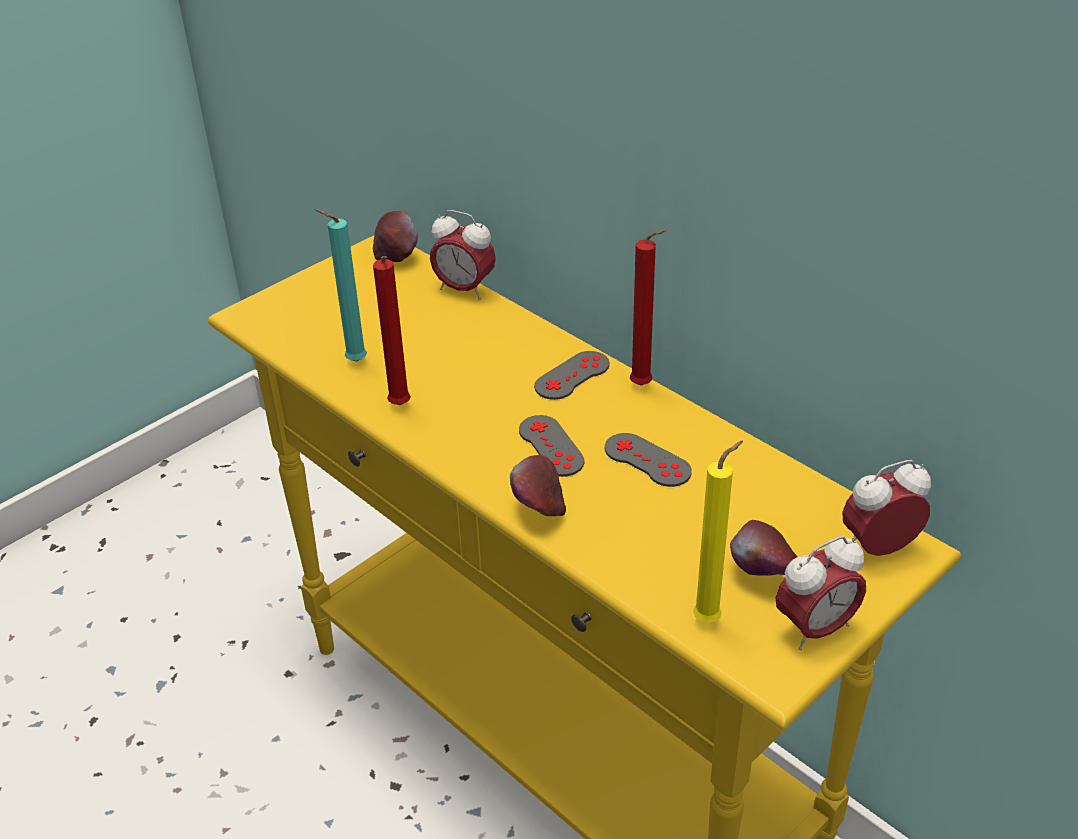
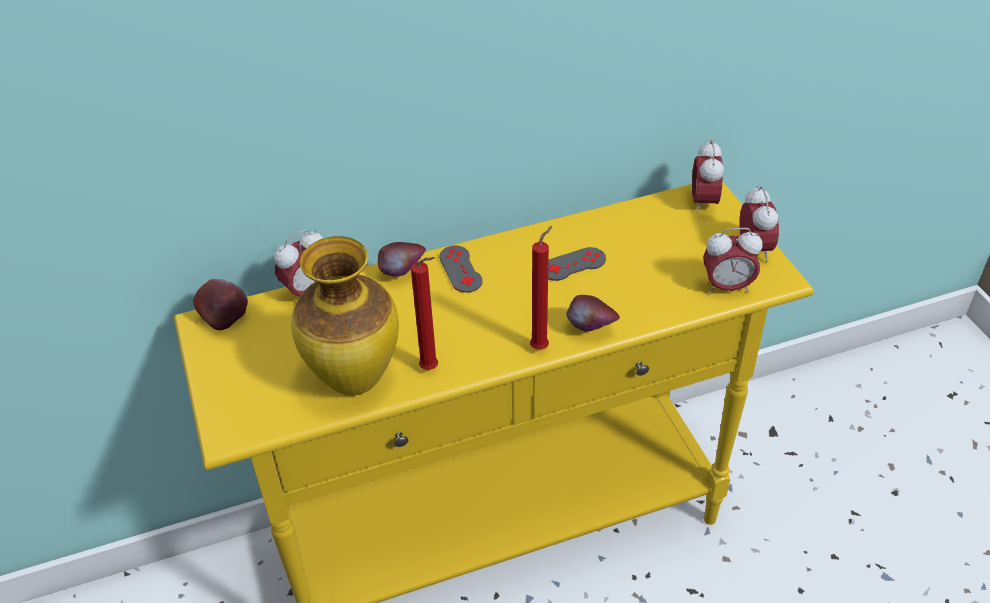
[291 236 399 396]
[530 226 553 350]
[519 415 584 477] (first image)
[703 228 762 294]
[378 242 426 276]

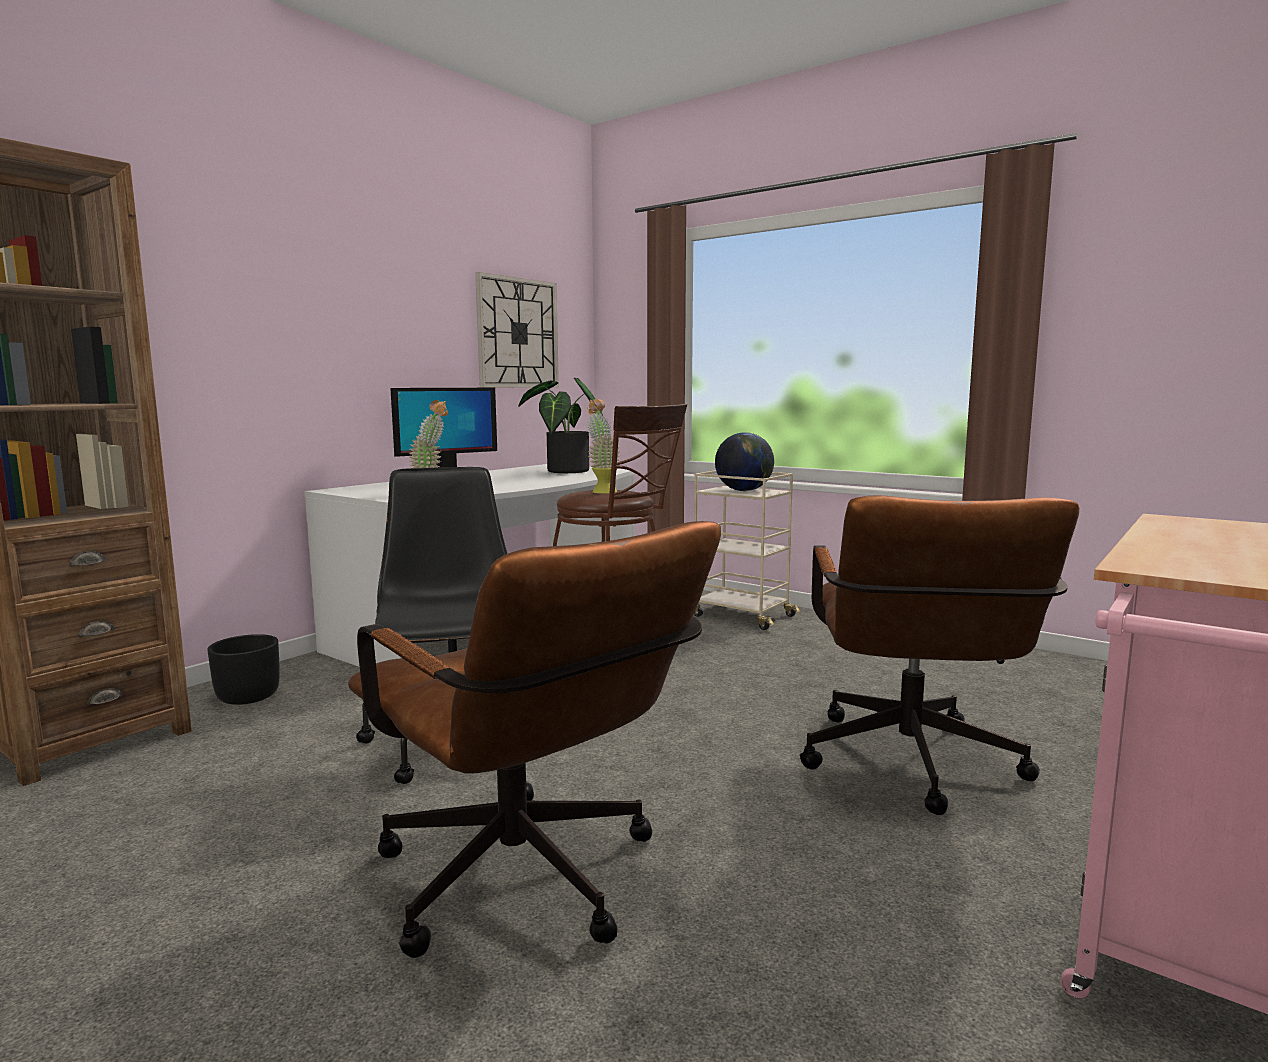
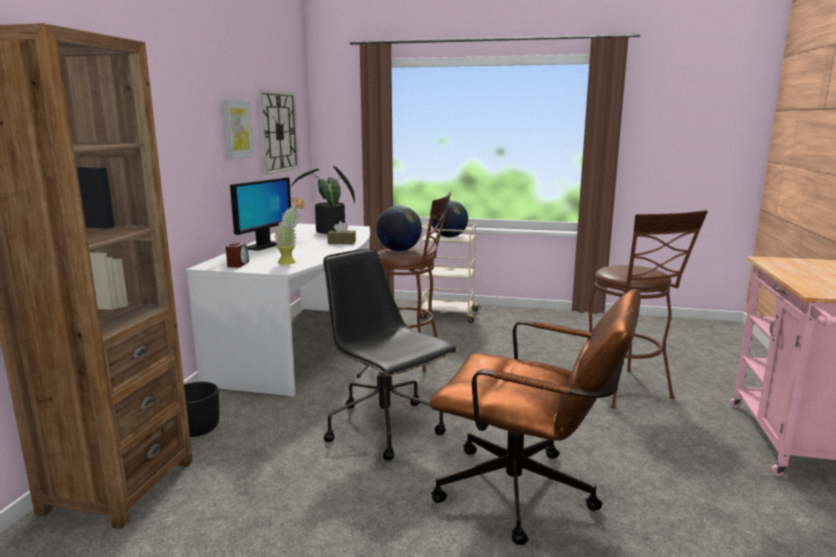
[376 206 422 251]
[587 210 708 409]
[222 99 254 160]
[327 221 356 244]
[226 242 249 268]

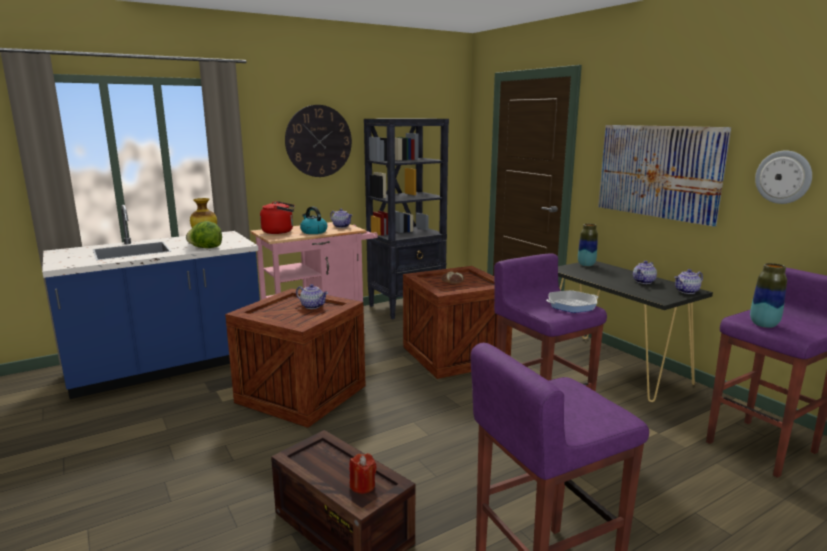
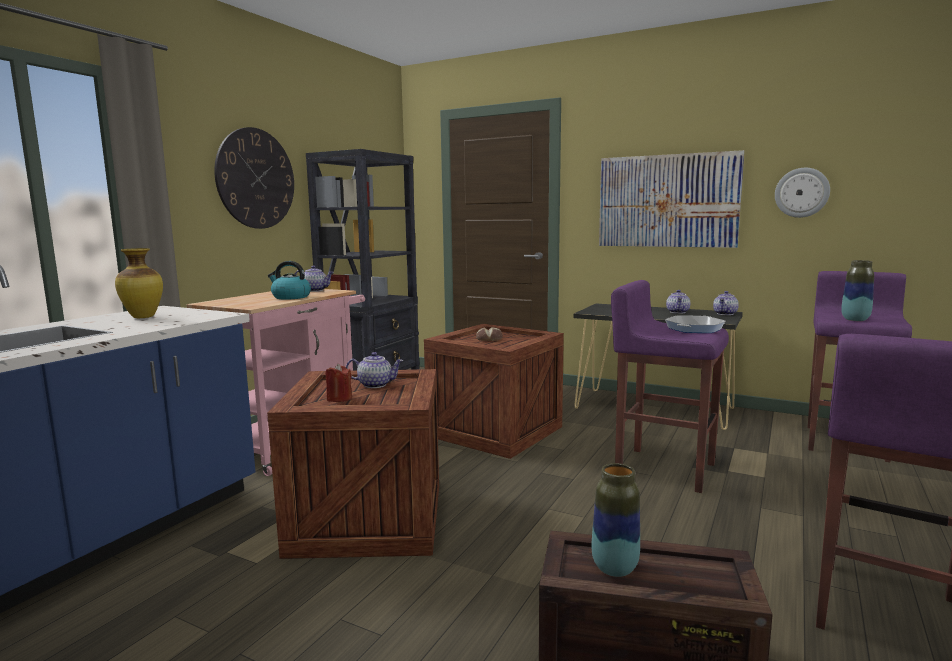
[260 201 295 234] (first image)
[186 221 222 248] (first image)
[592 463 640 577]
[325 364 352 402]

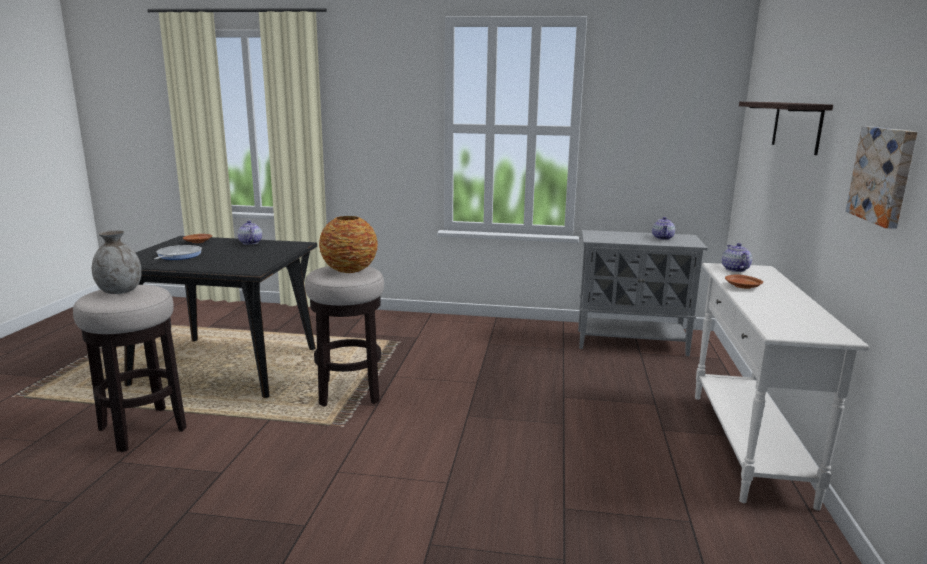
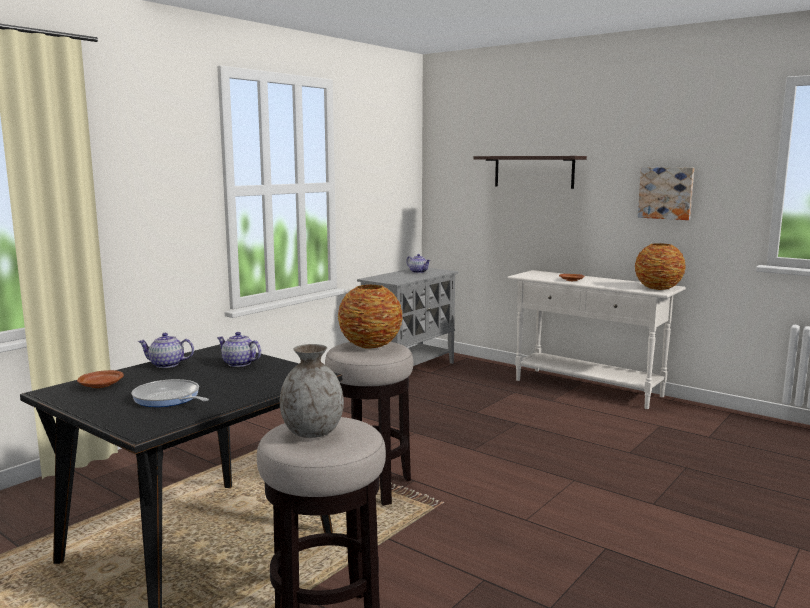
[217 332 261 367]
[635 243 686 290]

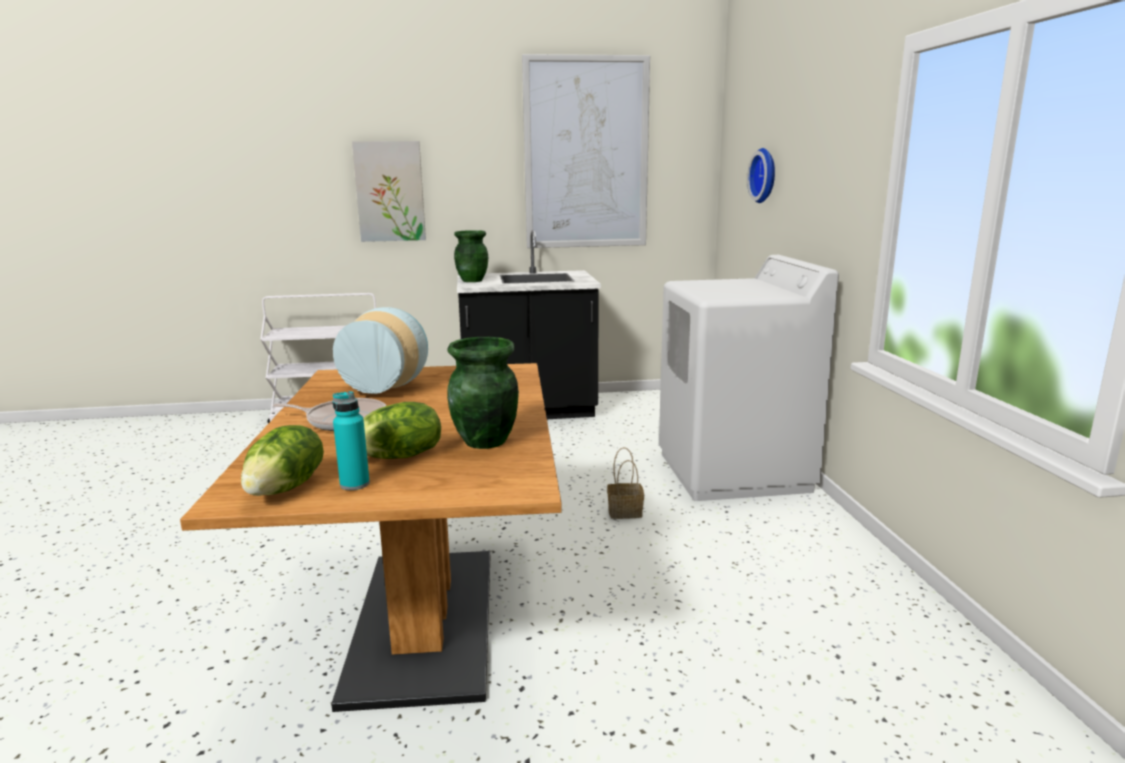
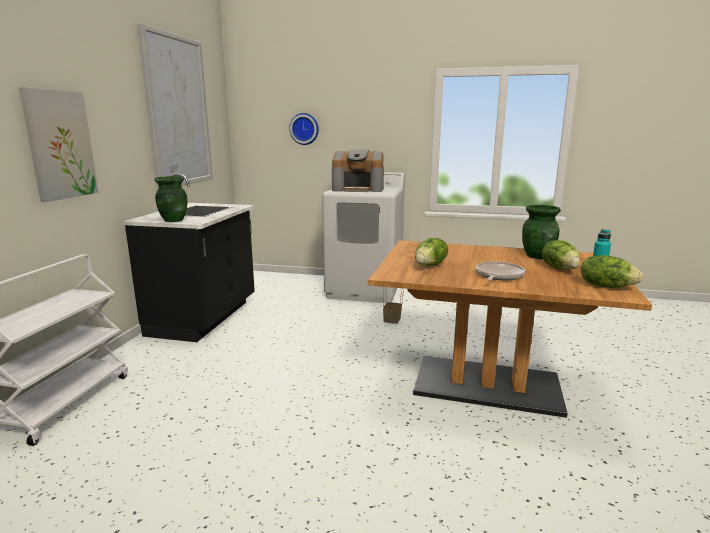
[415 238 448 266]
[332 150 384 192]

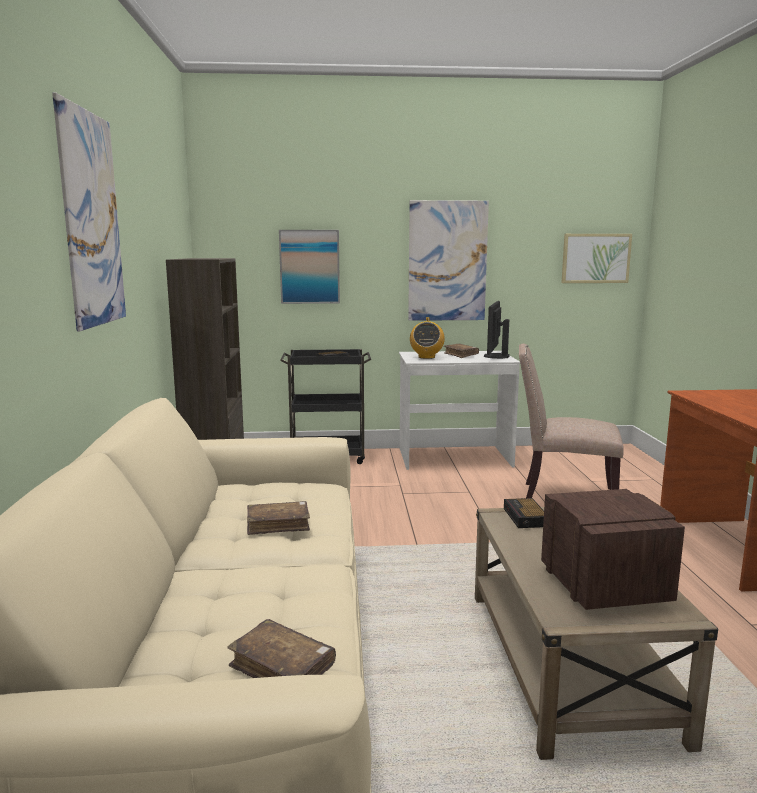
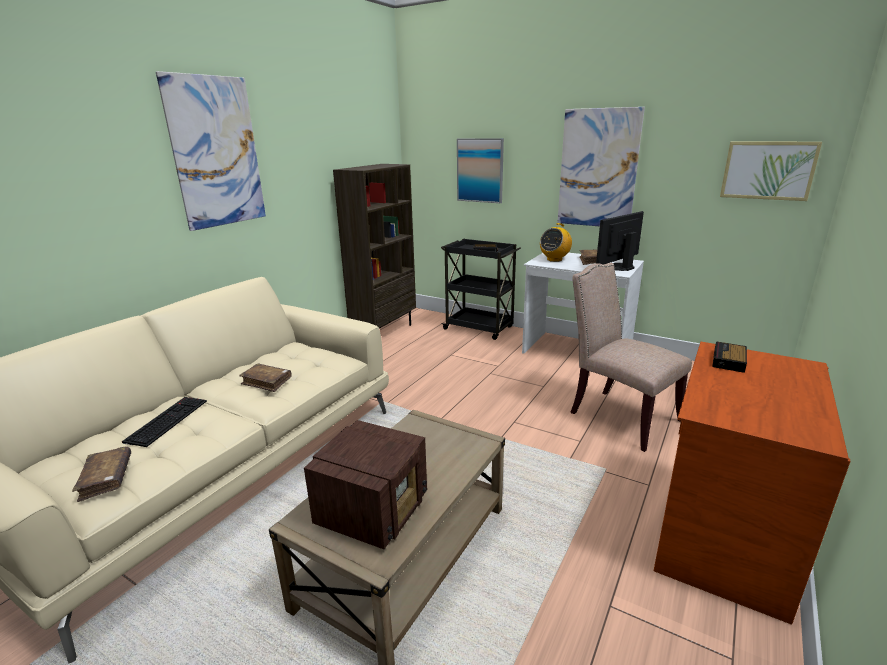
[712 341 747 373]
[122 397 207 447]

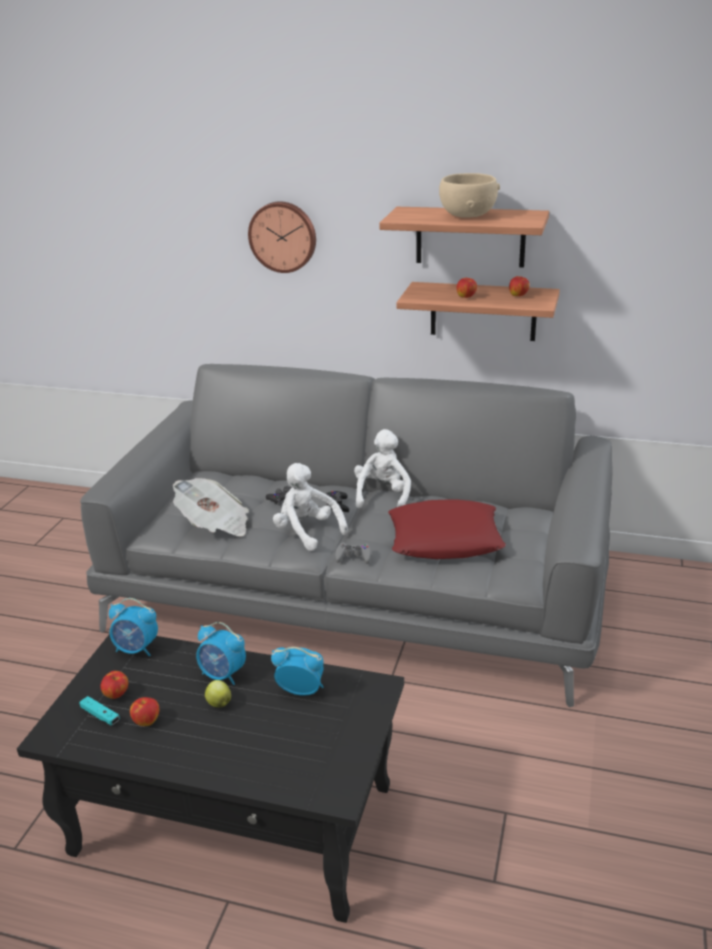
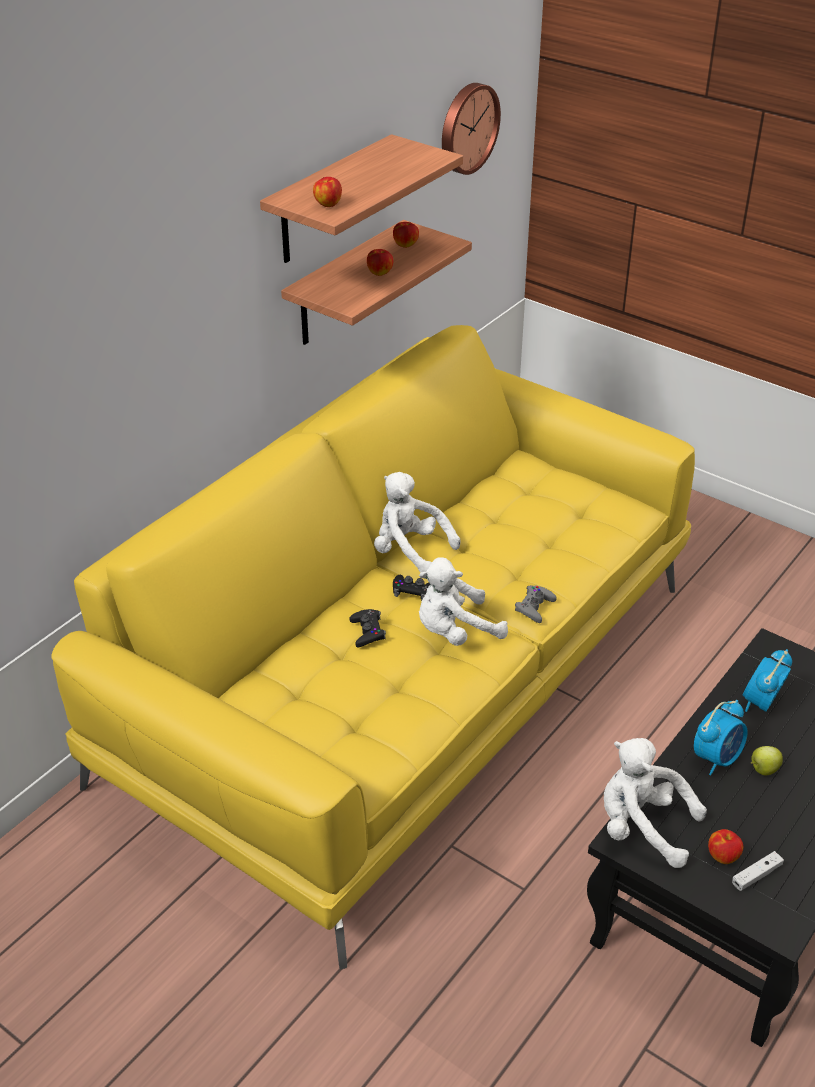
[439 173 500 218] (first image)
[442 83 501 175]
[51 325 695 970]
[173 478 249 536] (first image)
[388 499 506 559] (first image)
[604 738 707 868]
[732 851 784 891]
[313 177 342 207]

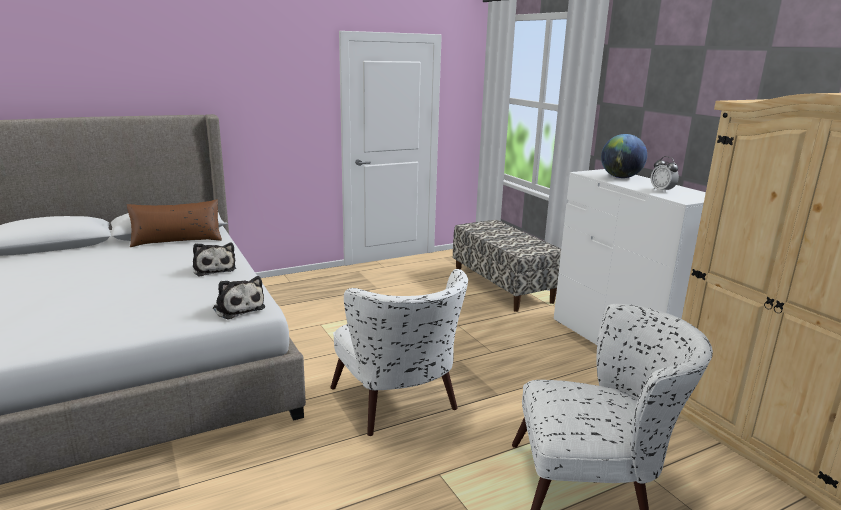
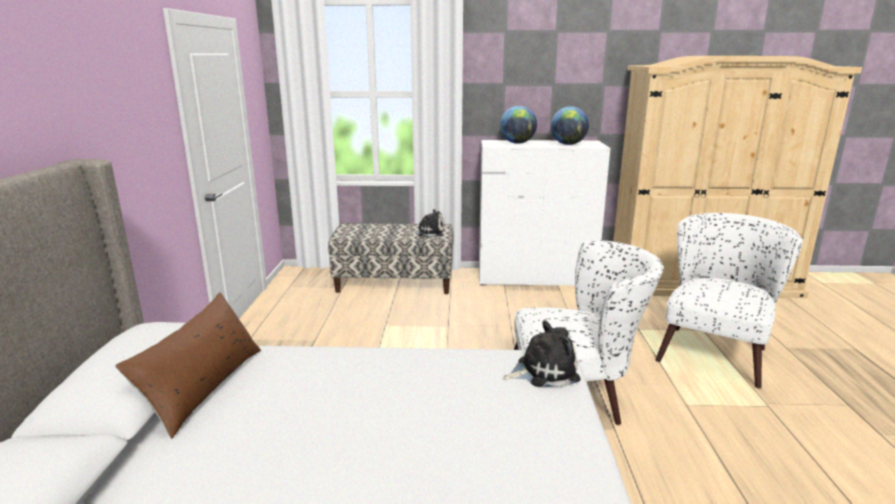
[551 106 589 145]
[408 209 444 237]

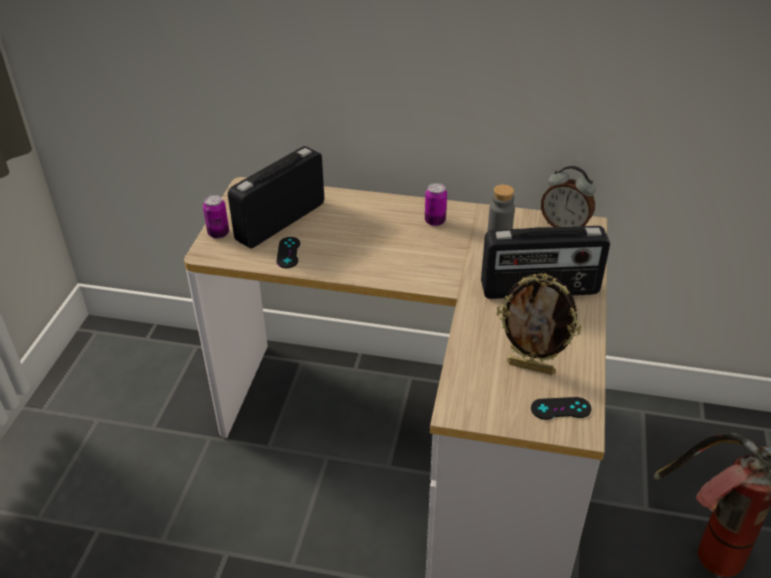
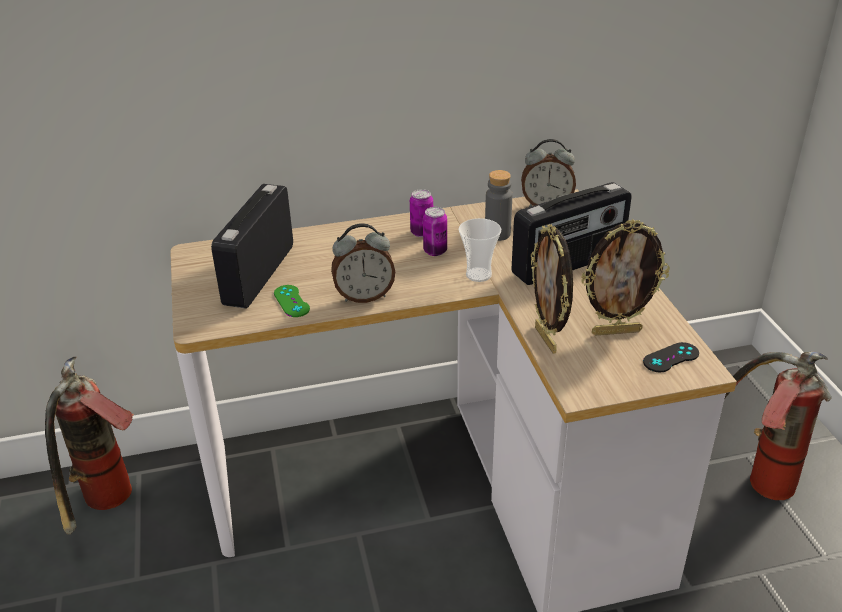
[423 207 447 256]
[274 285 310 317]
[458 218 501 282]
[331 223 395 303]
[531 224 573 354]
[45 357 134 535]

